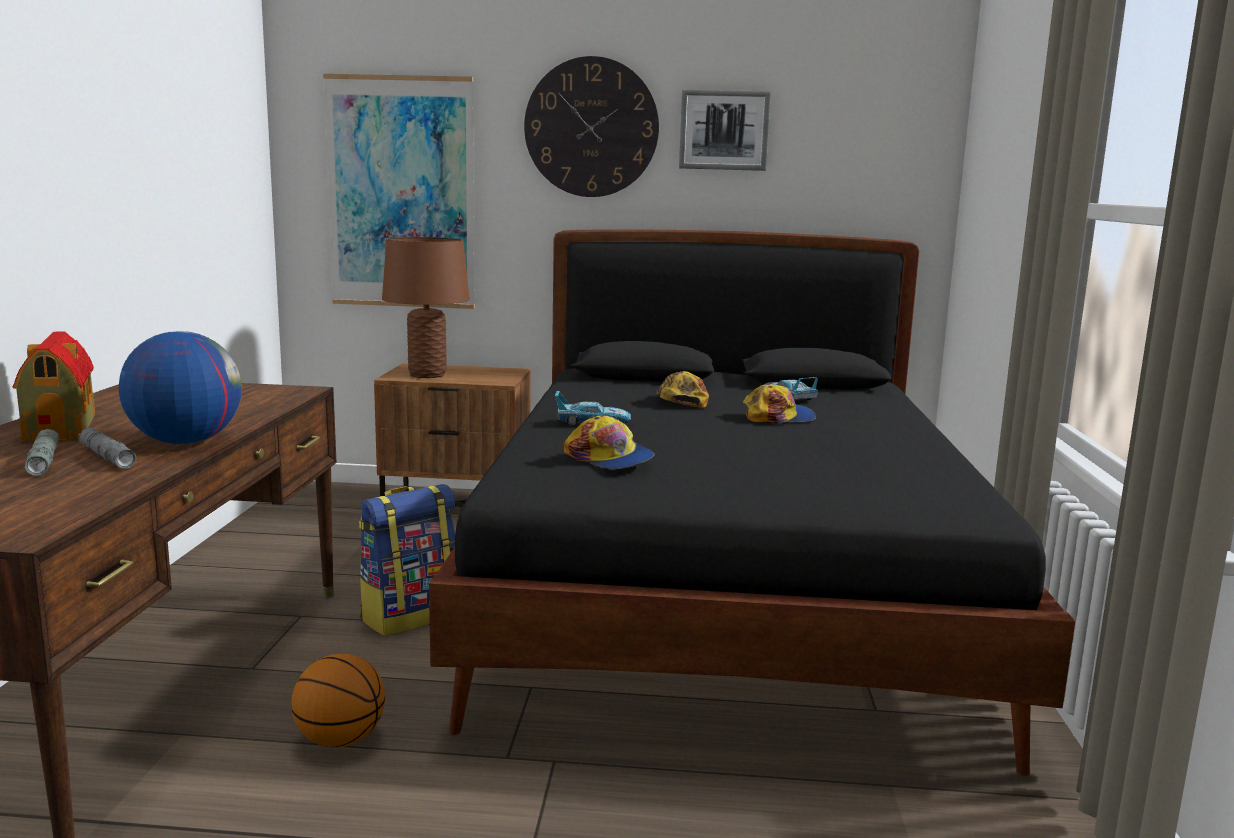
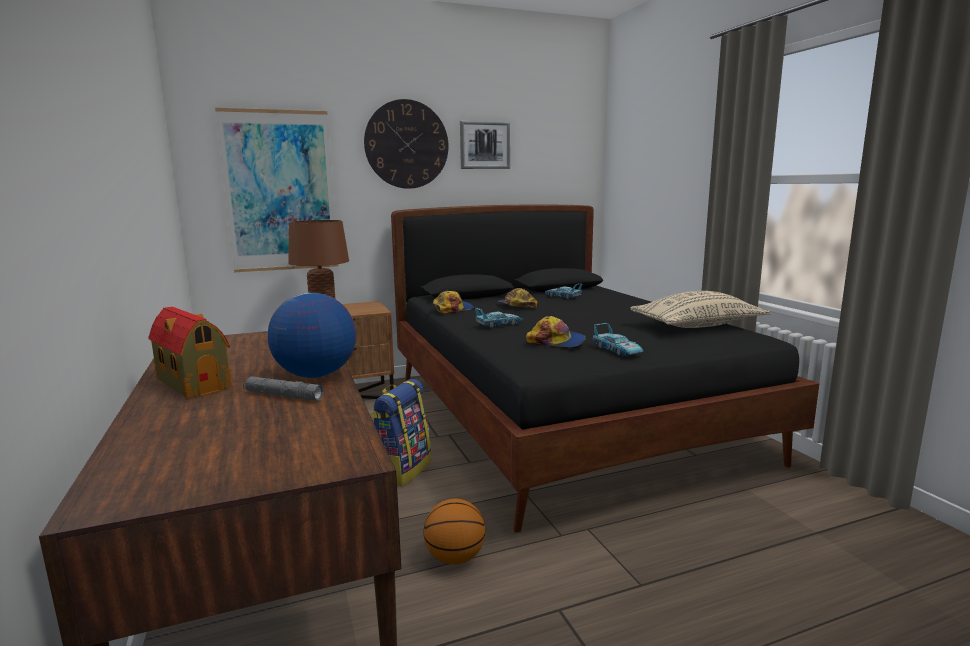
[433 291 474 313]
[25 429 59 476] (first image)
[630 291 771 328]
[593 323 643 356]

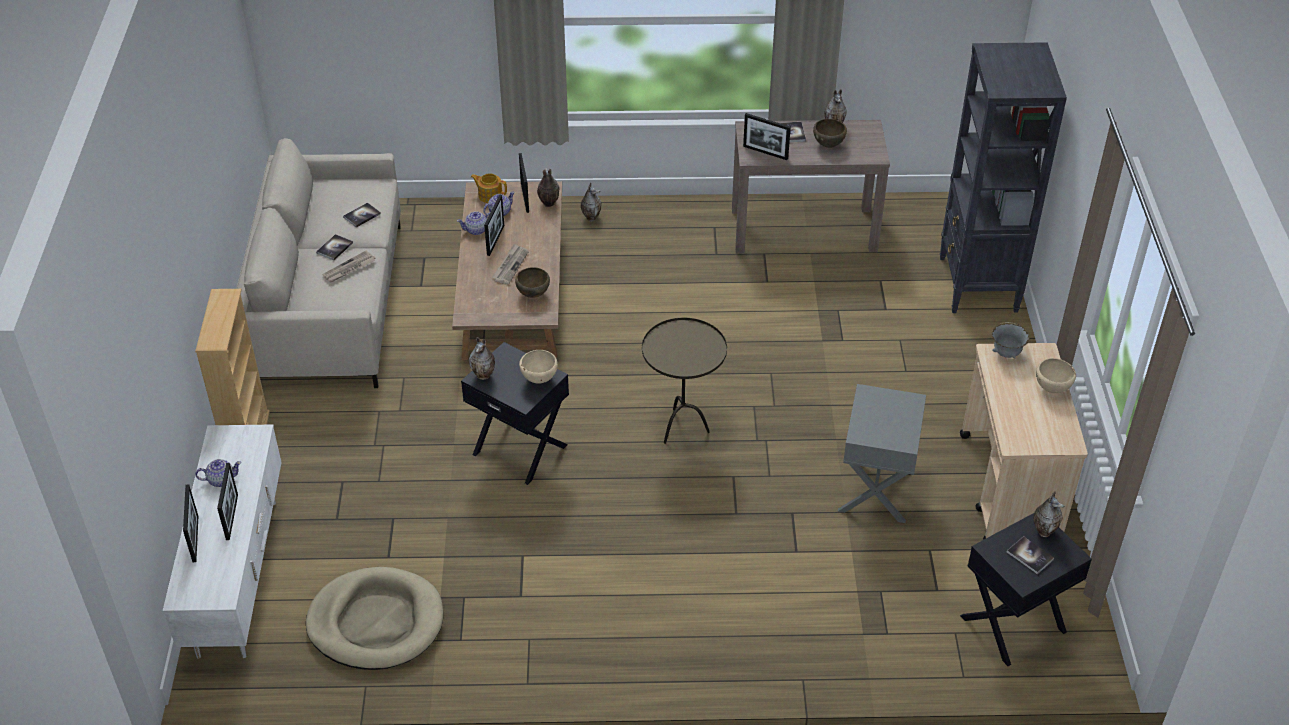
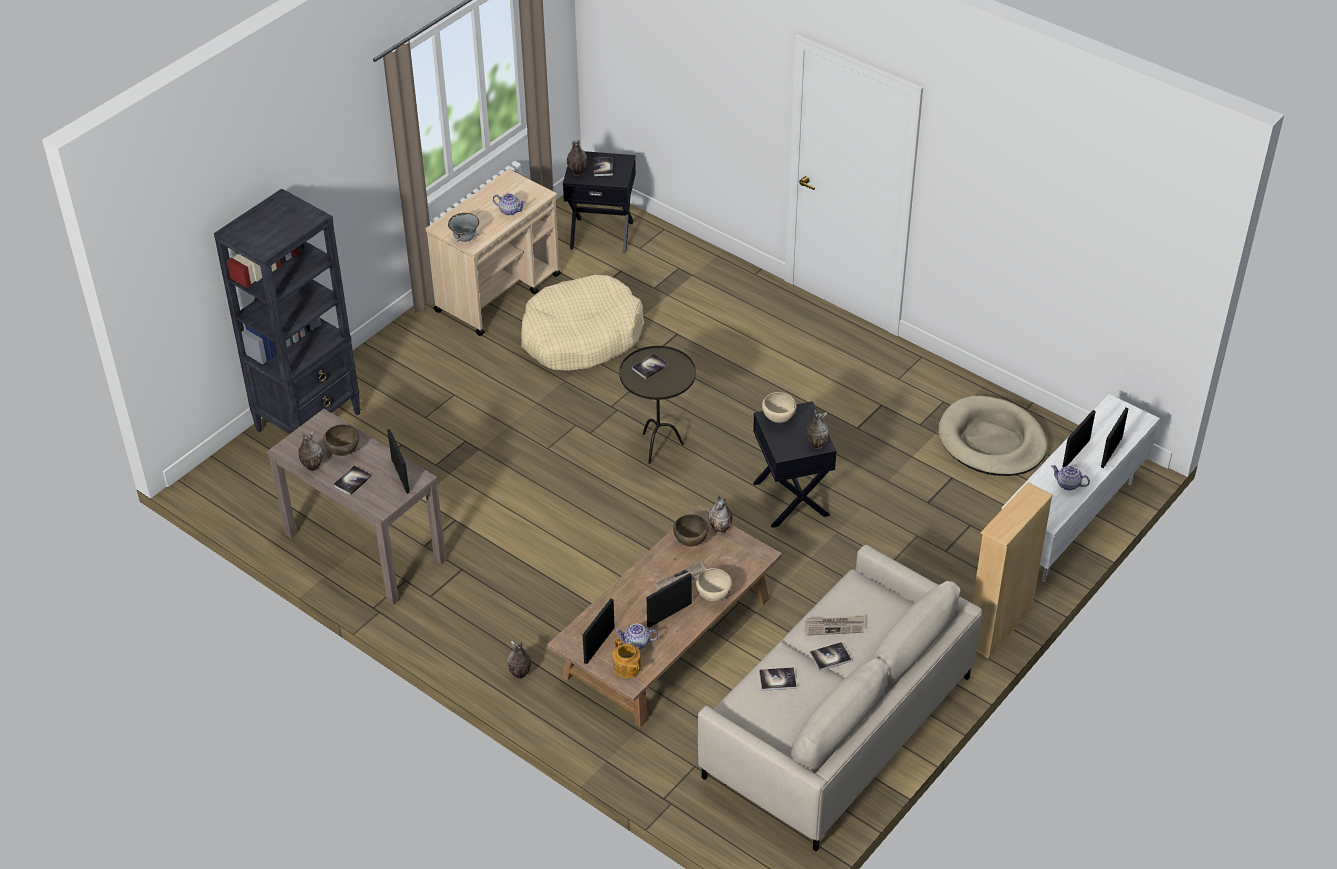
[708 495 732 534]
[493 194 526 216]
[696 568 732 601]
[521 275 644 371]
[632 353 669 379]

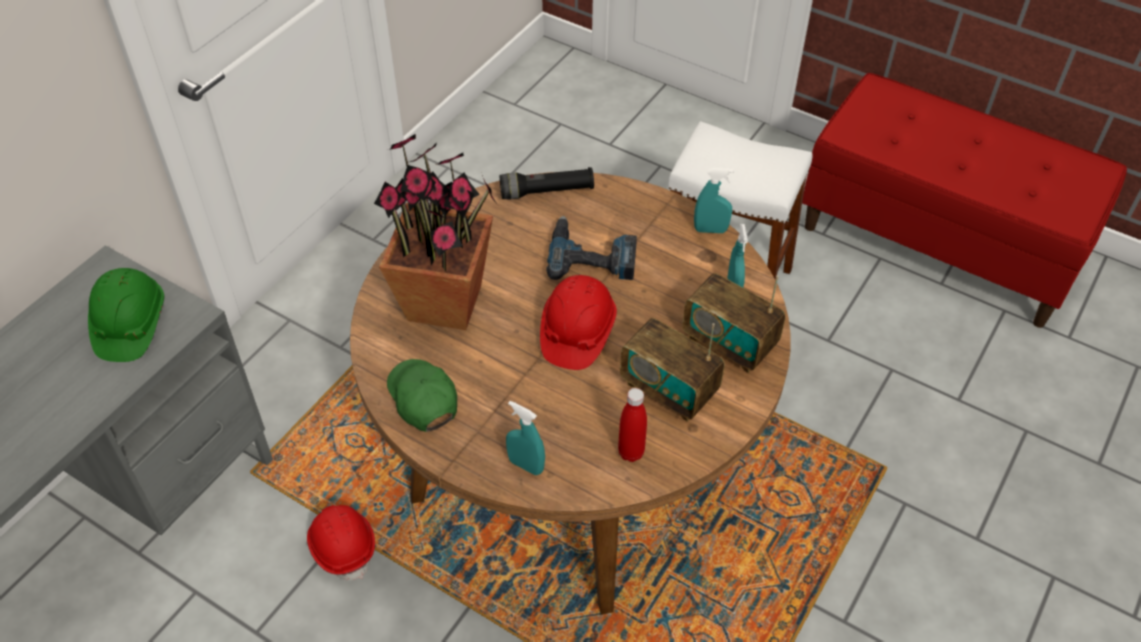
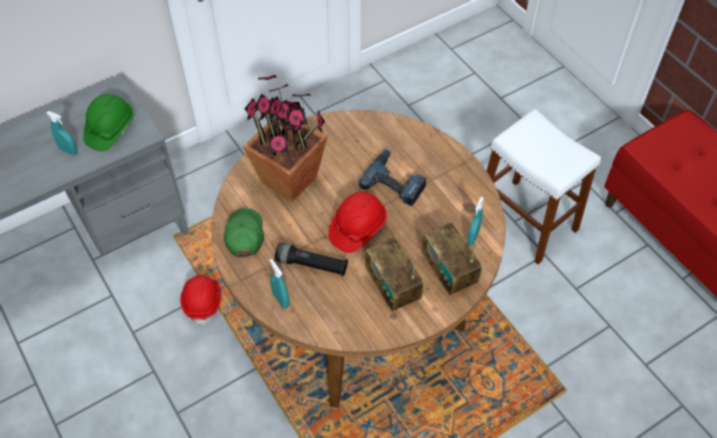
[275 243 348 276]
[47 111 77 155]
[618 388 647 462] (first image)

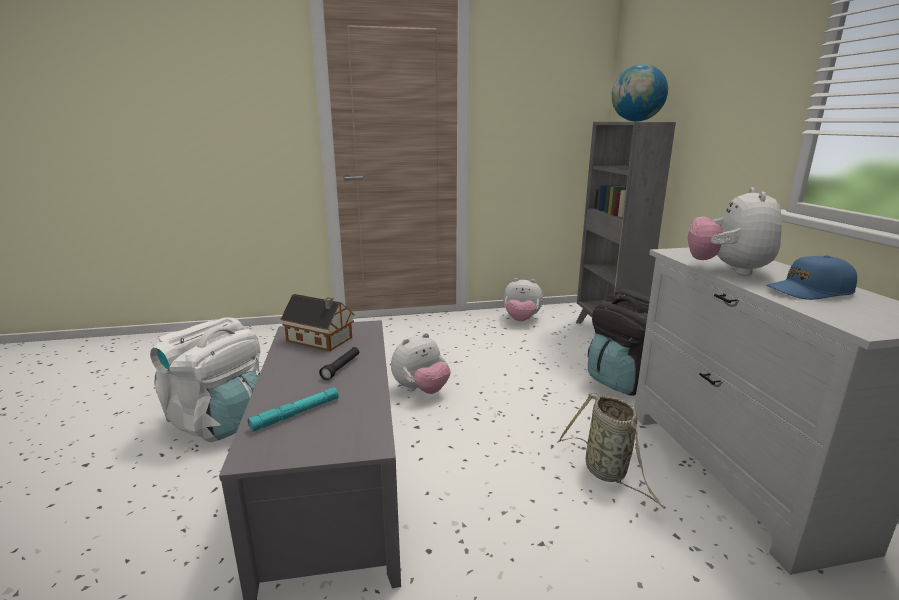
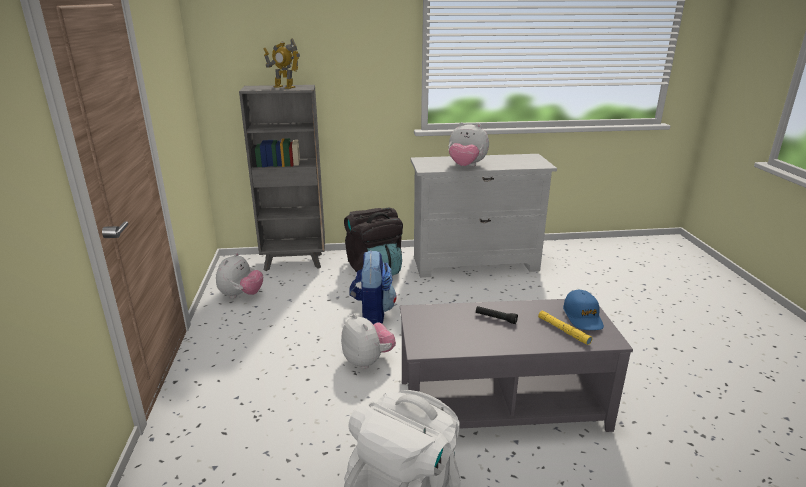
[263 38 300 89]
[563 290 604 330]
[280 294 355 351] (first image)
[538 310 592 345]
[557 393 666 509] (first image)
[349 250 397 324]

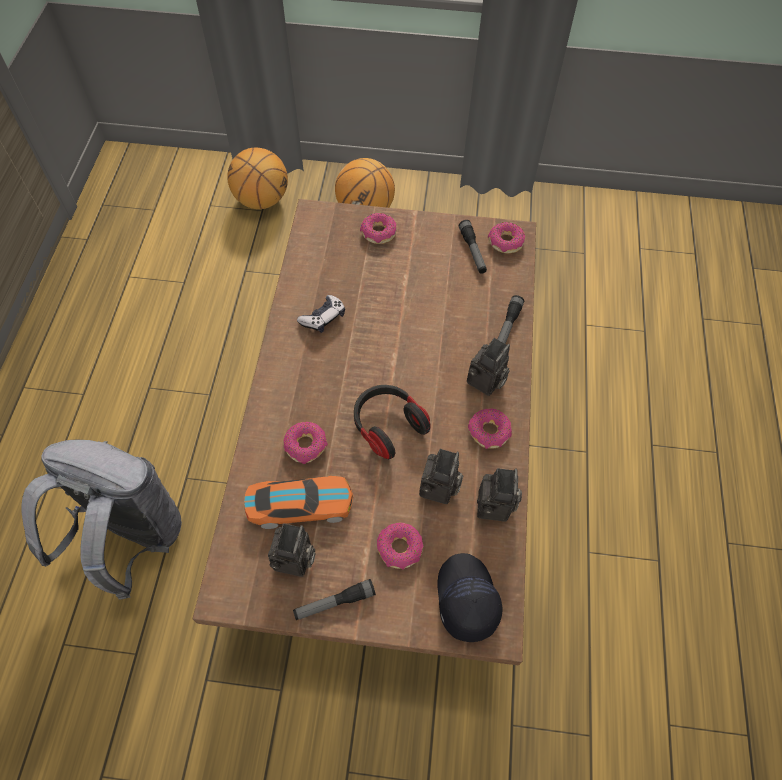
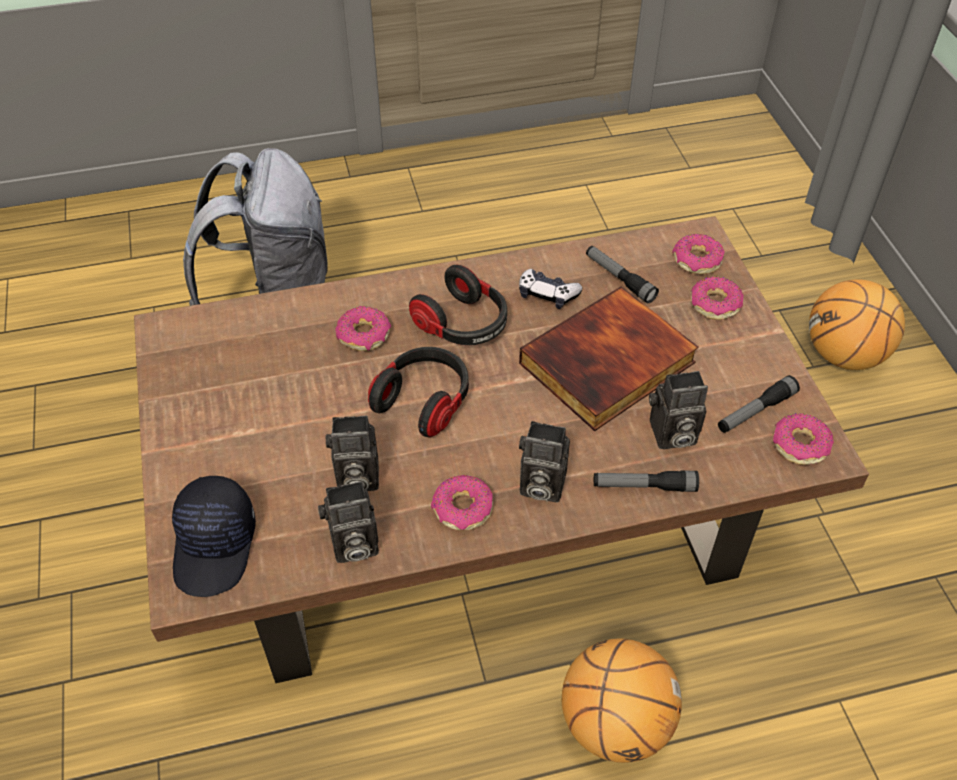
[562 638 682 763]
[244 476 353 529] (first image)
[672 234 725 274]
[649 371 708 449]
[172 476 256 597]
[586 246 659 303]
[409 264 507 345]
[519 286 699 431]

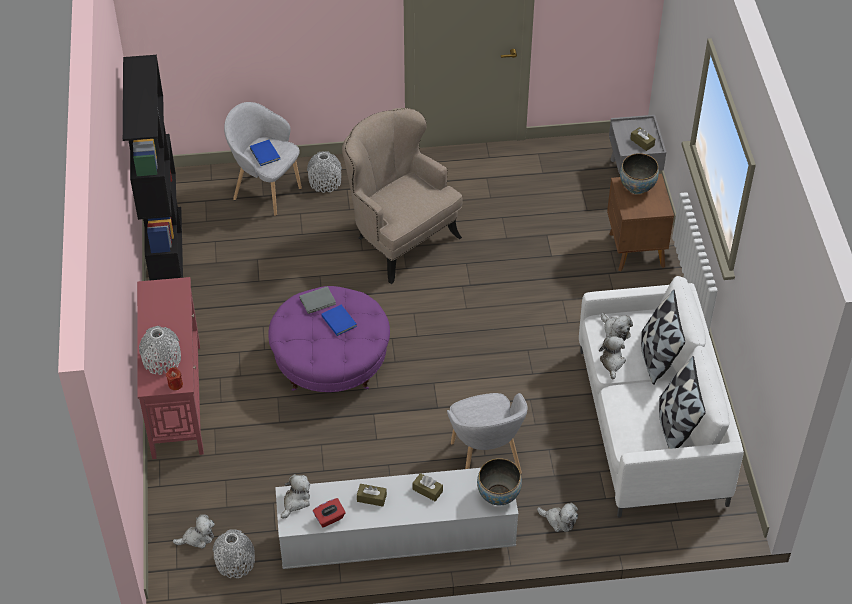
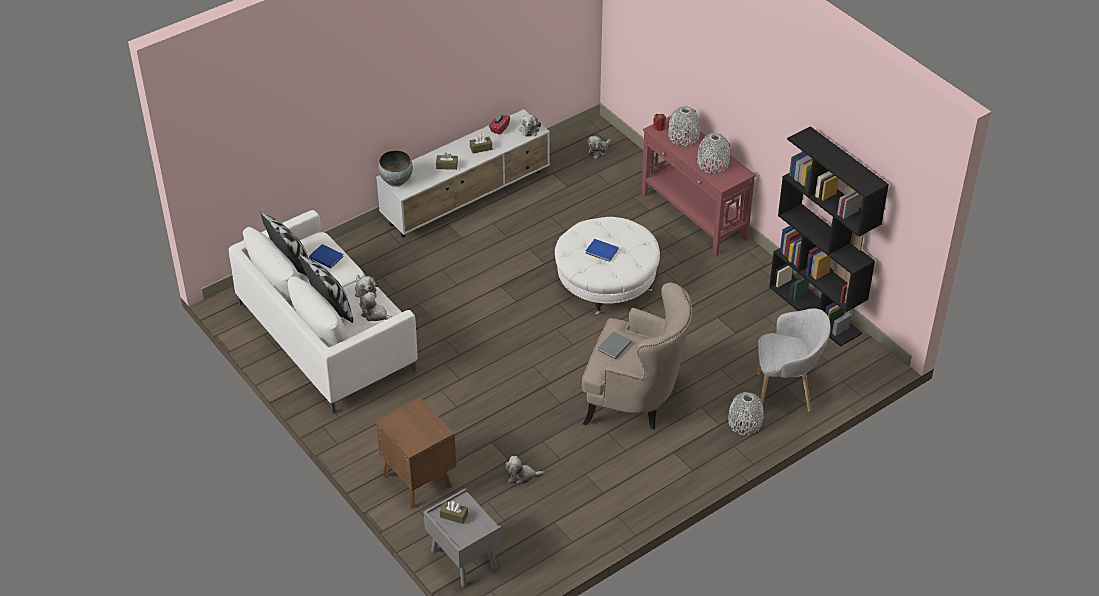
[309 244 344 268]
[620 153 659 194] (first image)
[555 217 660 315]
[598 331 632 359]
[447 393 528 474] (first image)
[505 456 544 485]
[698 133 730 174]

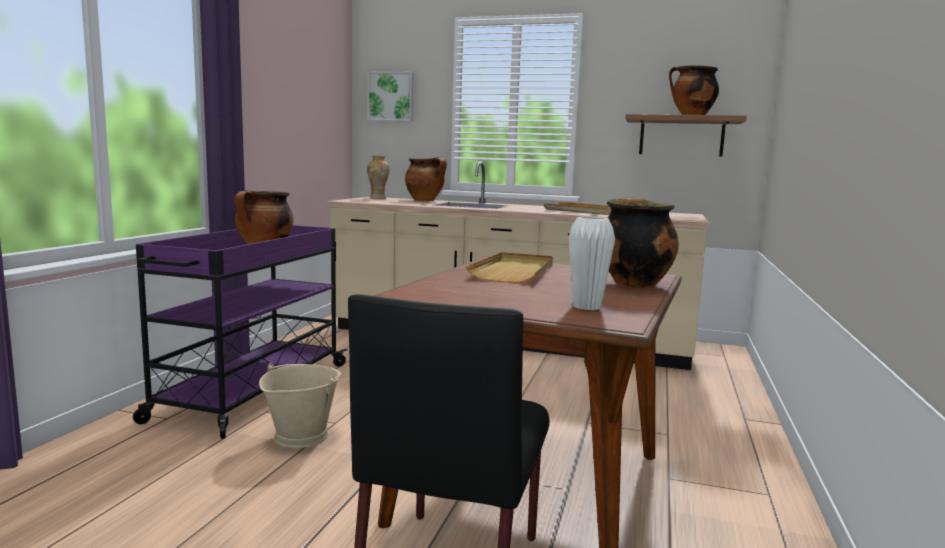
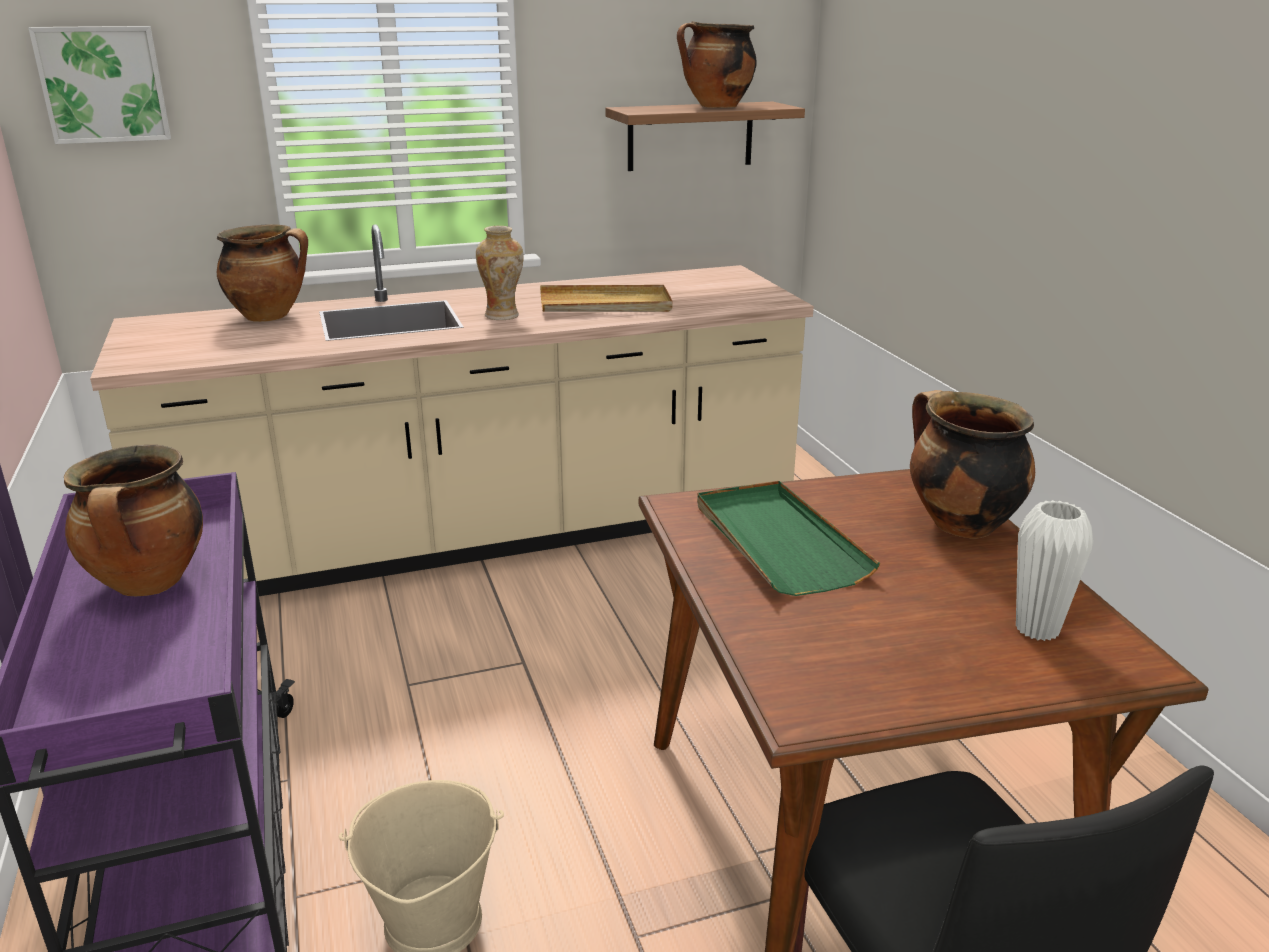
[476 226 524 320]
[697 481 881 596]

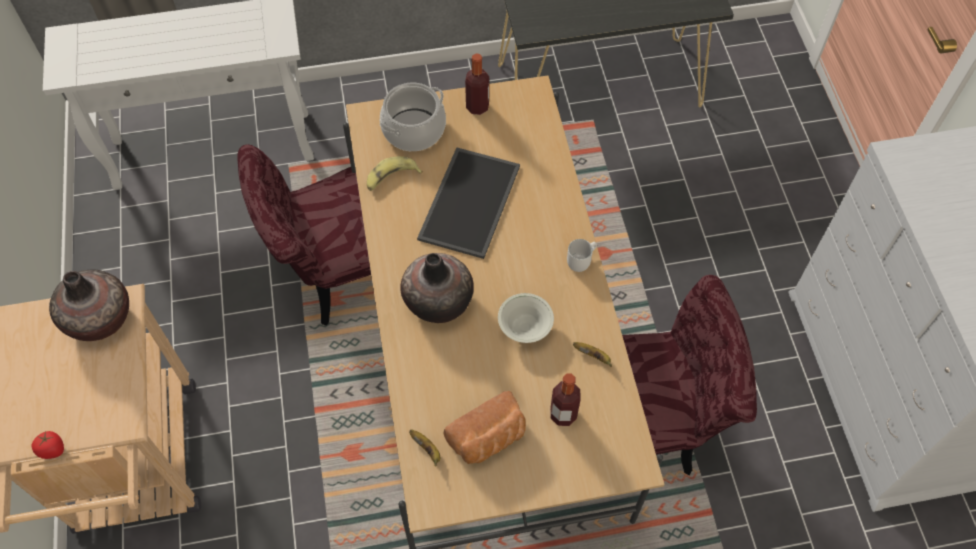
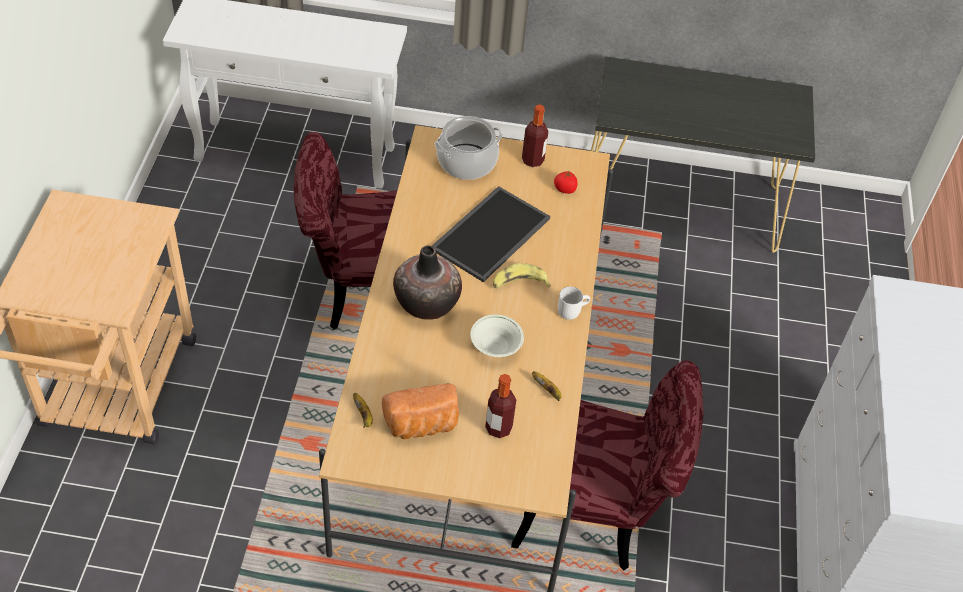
[493 263 551 288]
[49 269 129 341] (first image)
[554 171 578 194]

